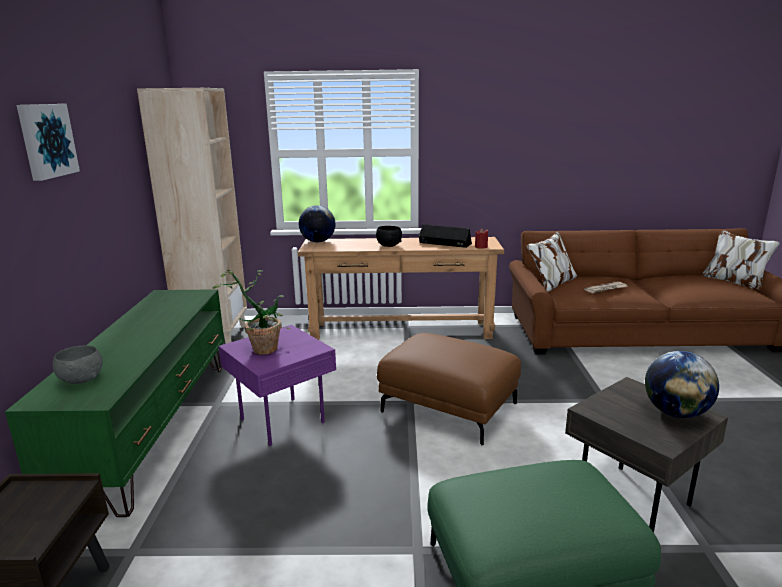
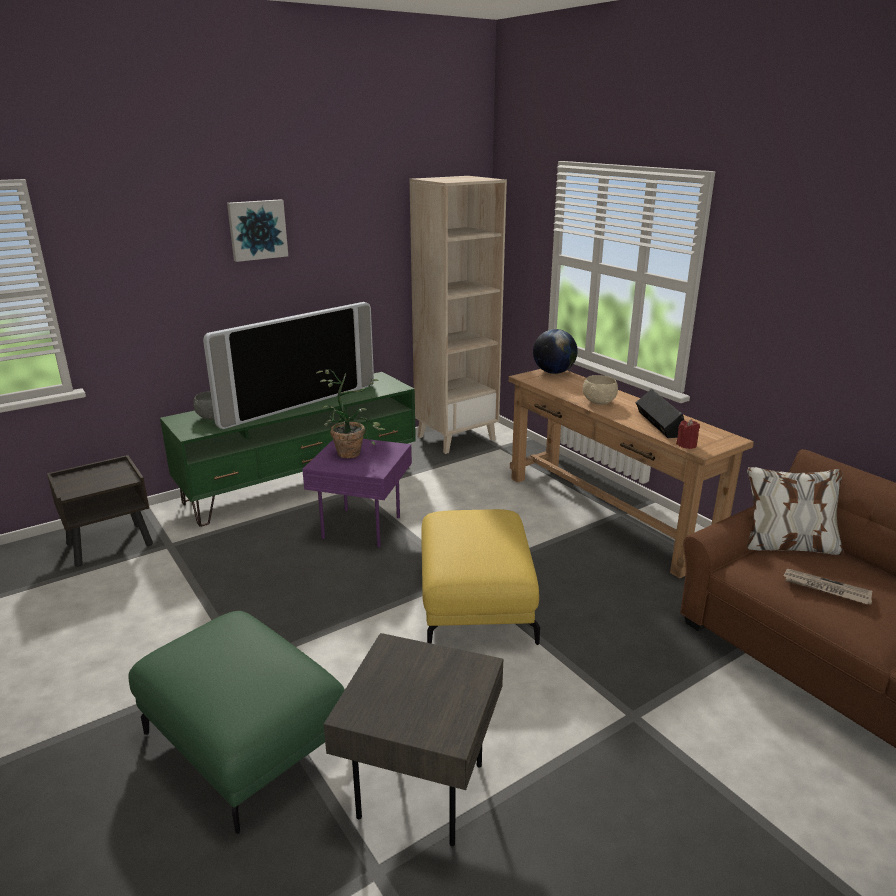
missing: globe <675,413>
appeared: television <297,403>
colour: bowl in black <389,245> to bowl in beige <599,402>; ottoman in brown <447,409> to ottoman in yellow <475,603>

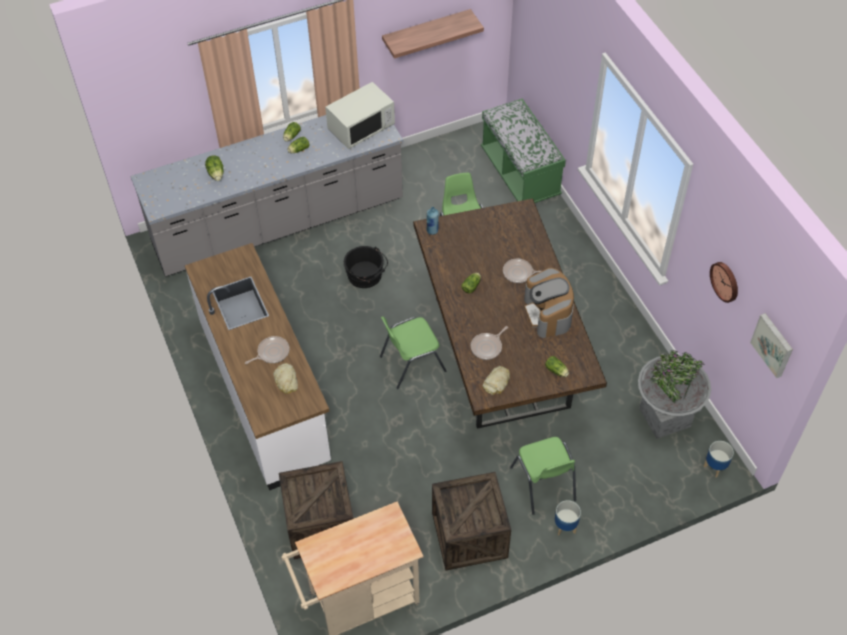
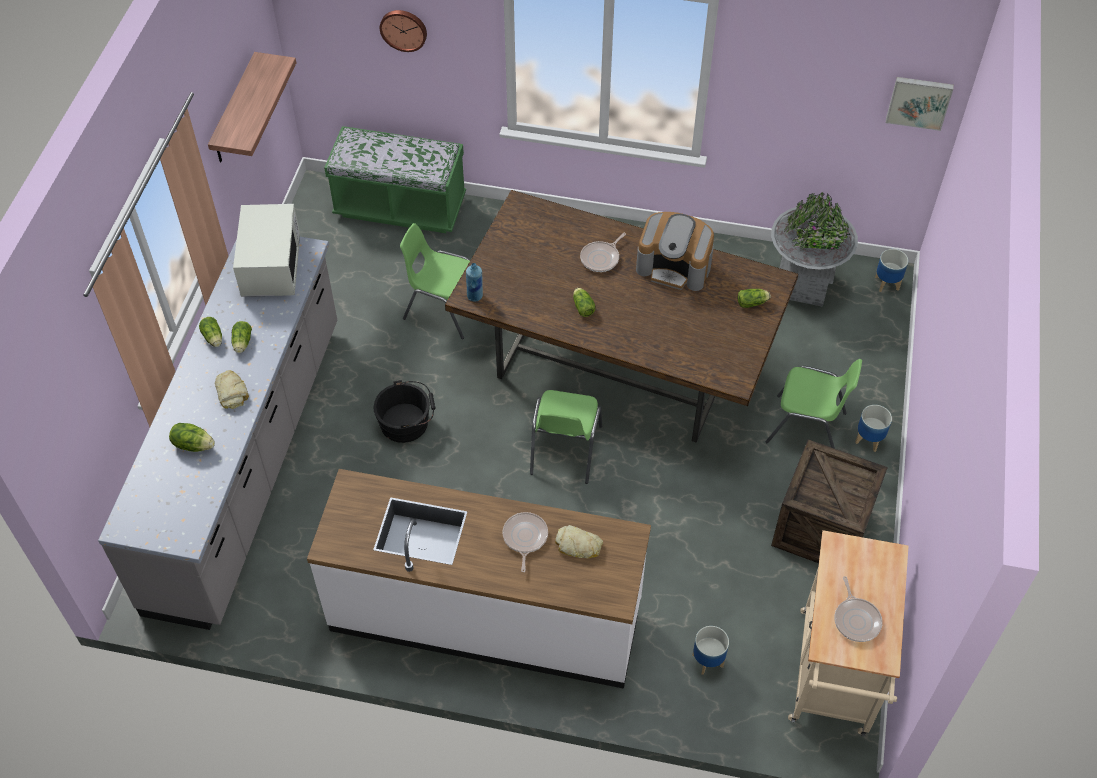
relocated: frying pan <487,347> to <856,619>; bread <497,382> to <232,392>; wall clock <725,281> to <404,29>
exchanged: crate <320,524> to planter <708,661>

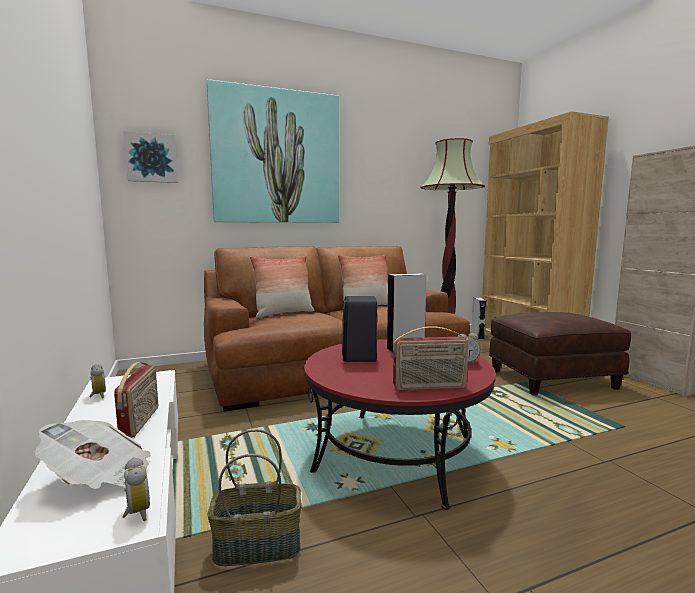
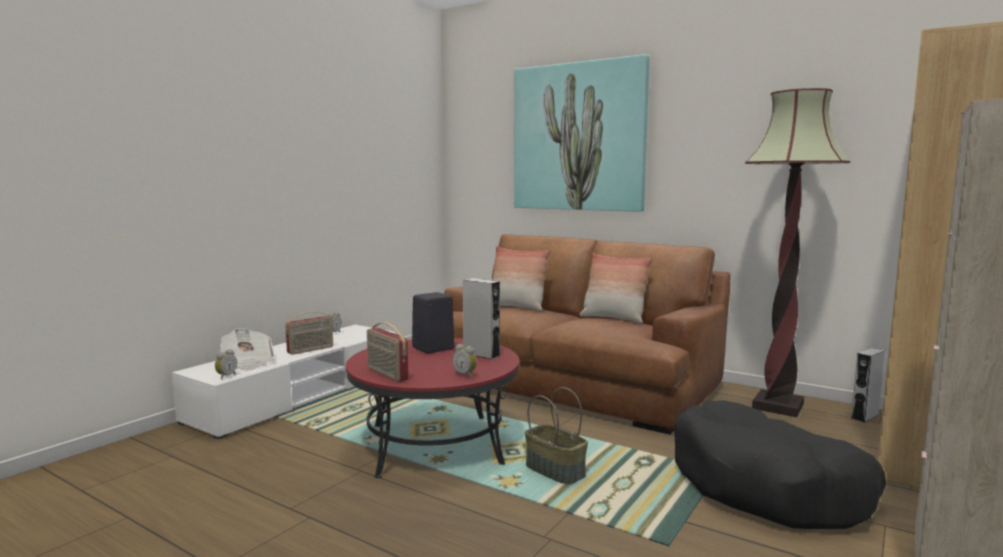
missing: picture <152,158>
relocated: basket <258,545> to <556,471>
exchanged: ottoman in brown <552,380> to dog bed in black <767,487>

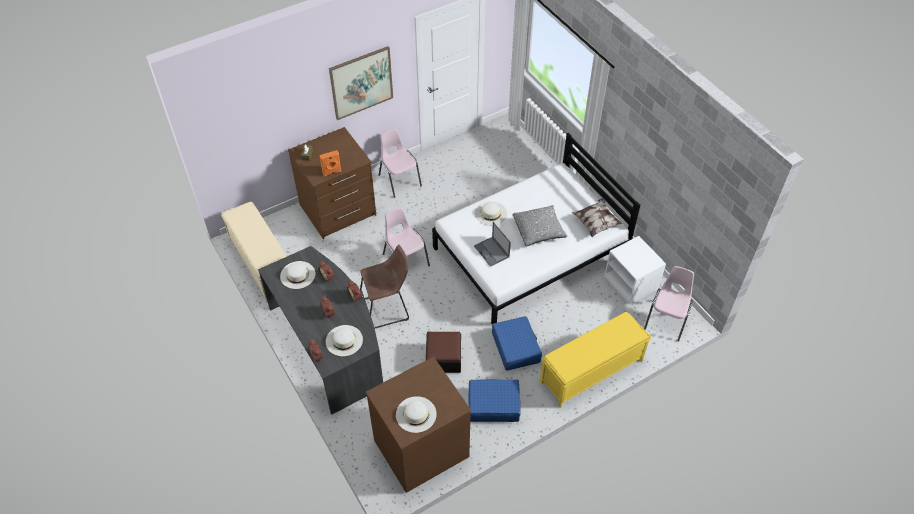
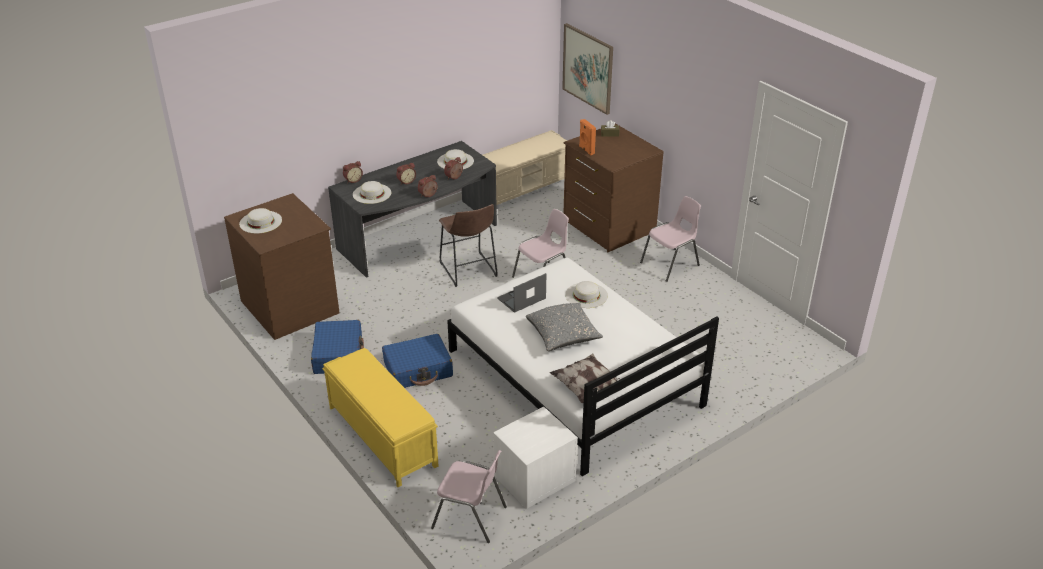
missing: ottoman <443,358>
relocated: picture <361,82> to <588,68>

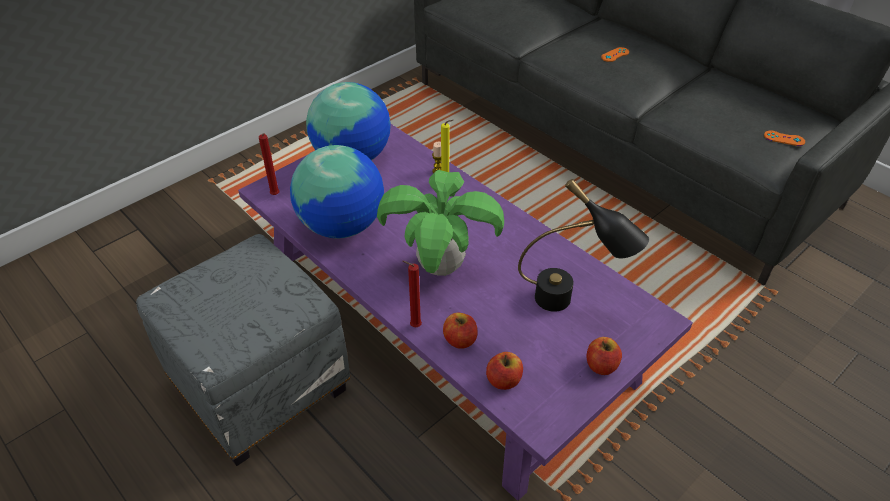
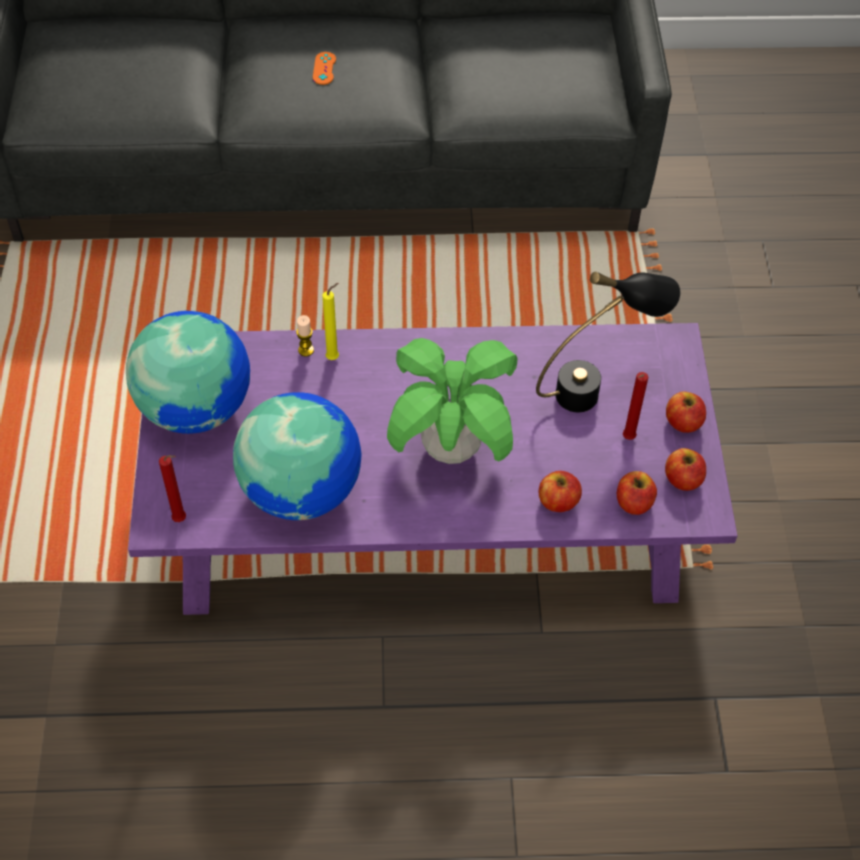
missing: ottoman in grey <262,386>; game controller in orange <784,138>
appeared: apple <683,479>
relocated: candle in red <413,326> to <627,439>

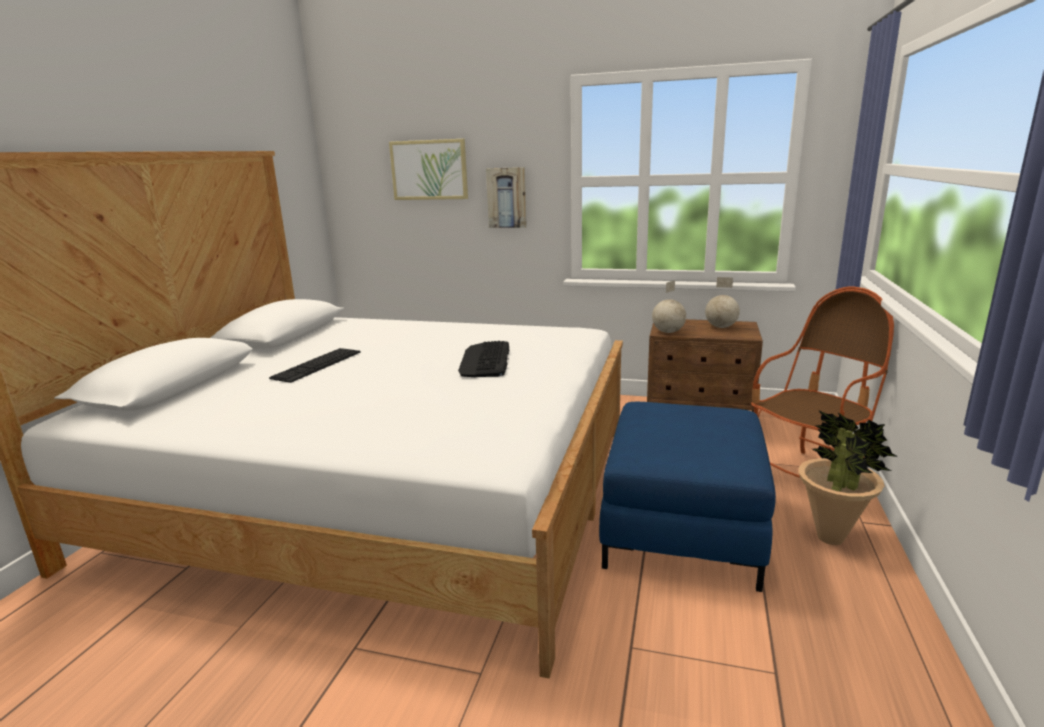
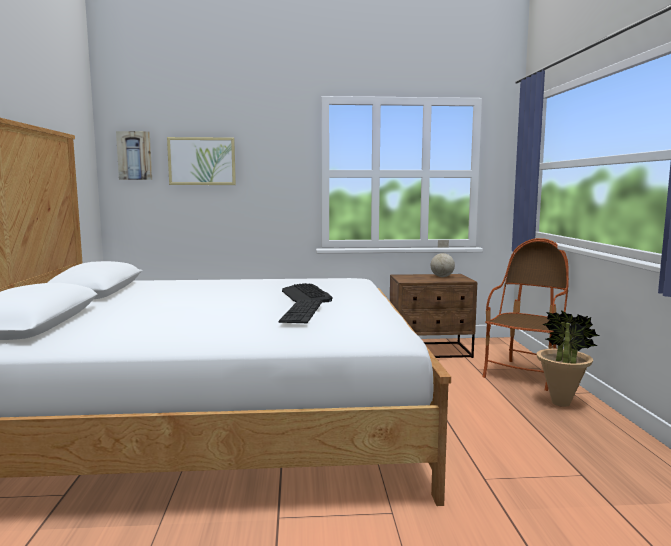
missing: ottoman in blue <681,527>; globe <667,332>
relocated: keyboard <317,365> to <302,311>; picture <507,197> to <135,155>

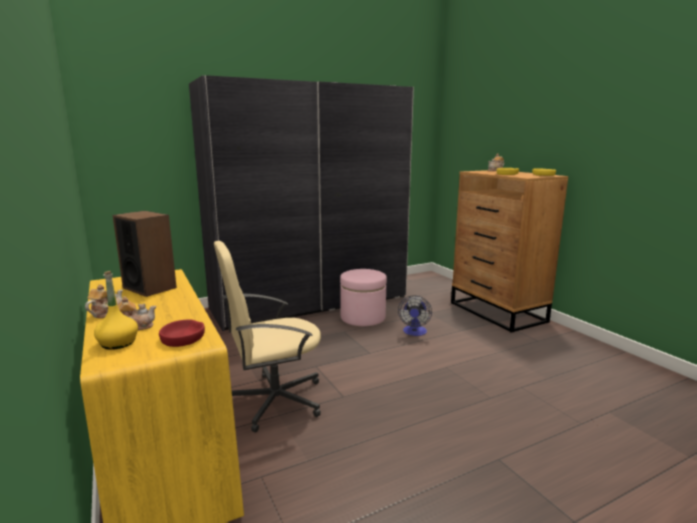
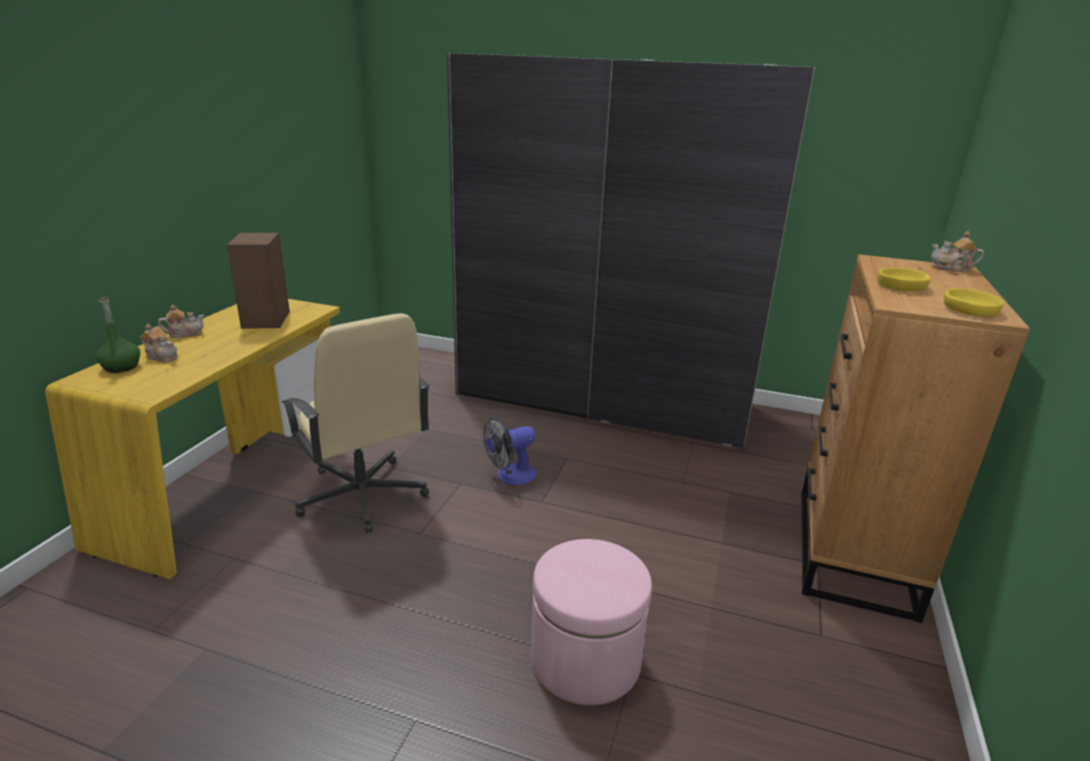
missing: bowl in red <183,338>
relocated: ottoman in pink <363,317> to <585,660>; fan <414,332> to <510,476>
colour: bottle in yellow <118,343> to bottle in green <121,367>
spun: office chair in beige <273,400> = <362,496> 150 degrees counterclockwise

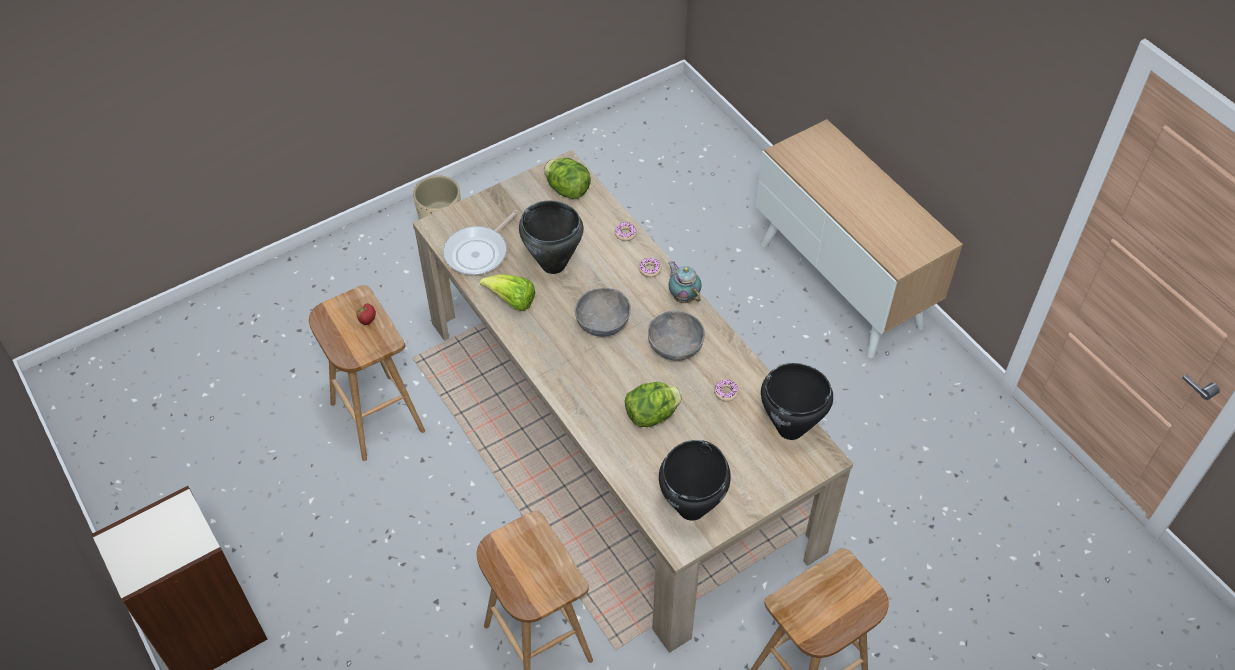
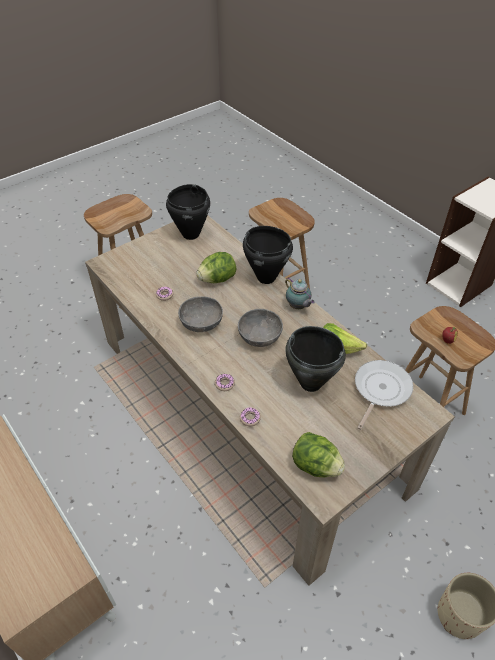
relocated: teapot <683,296> to <298,307>; cooking pot in black <790,429> to <266,277>

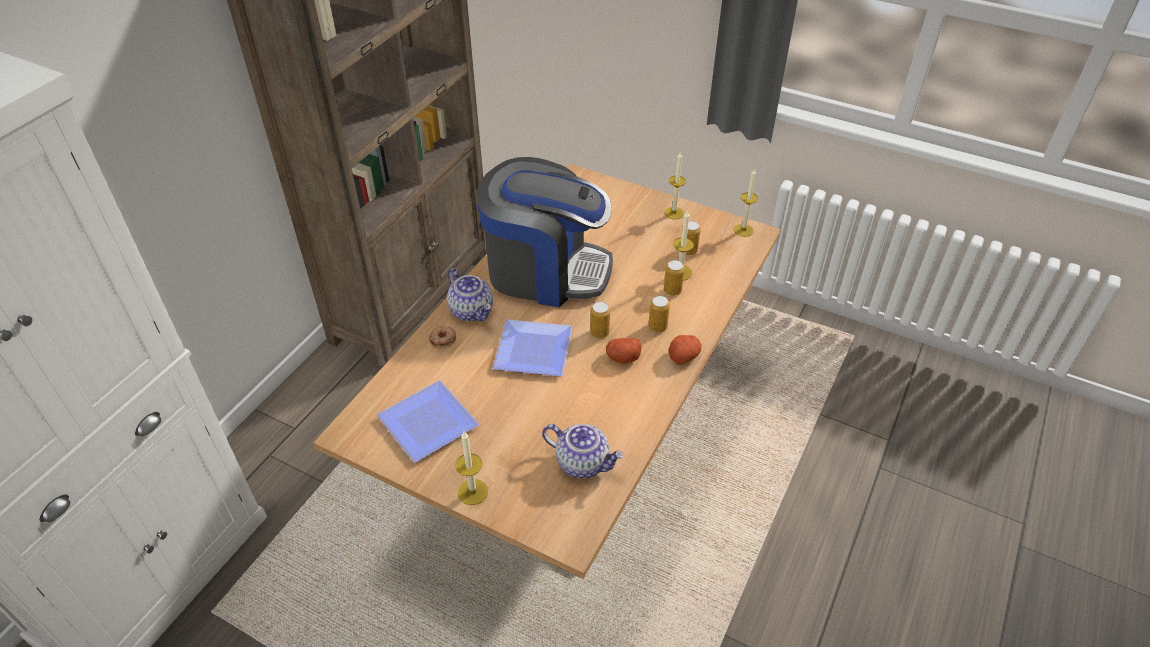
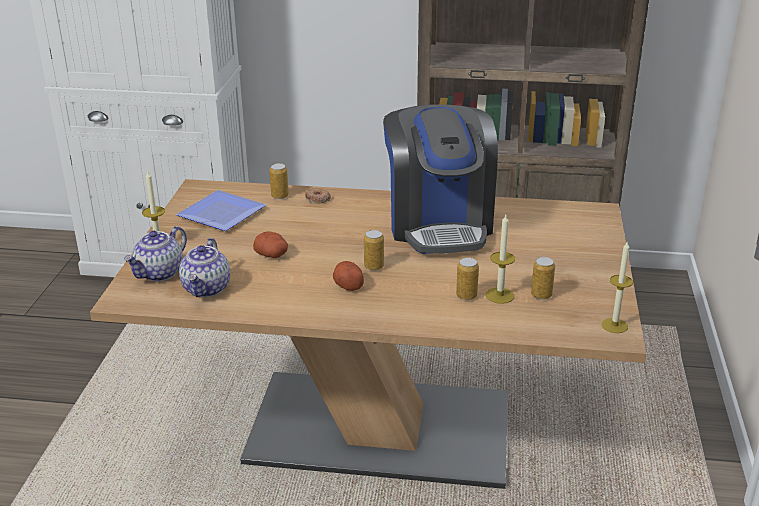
missing: plate <536,349>; candle <674,213>
relocated: teapot <472,311> to <160,273>; can <657,327> to <280,196>; potato <683,355> to <272,255>

